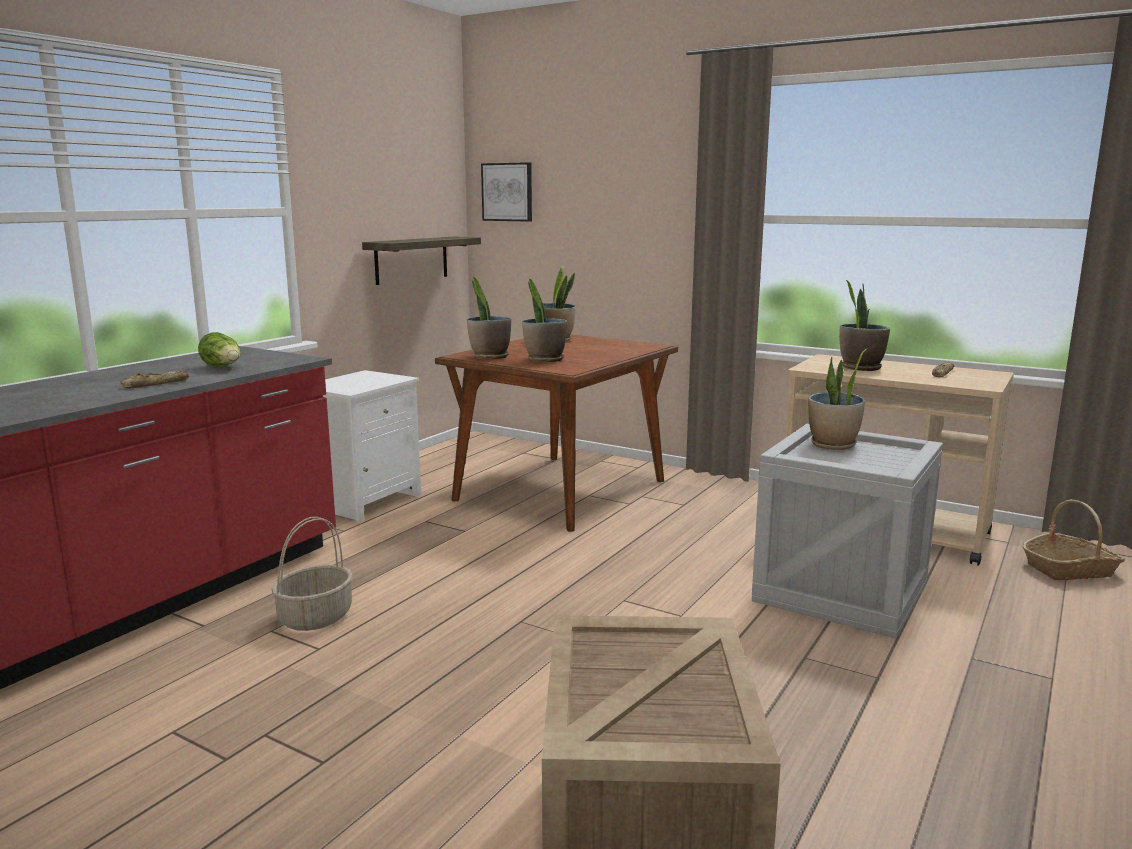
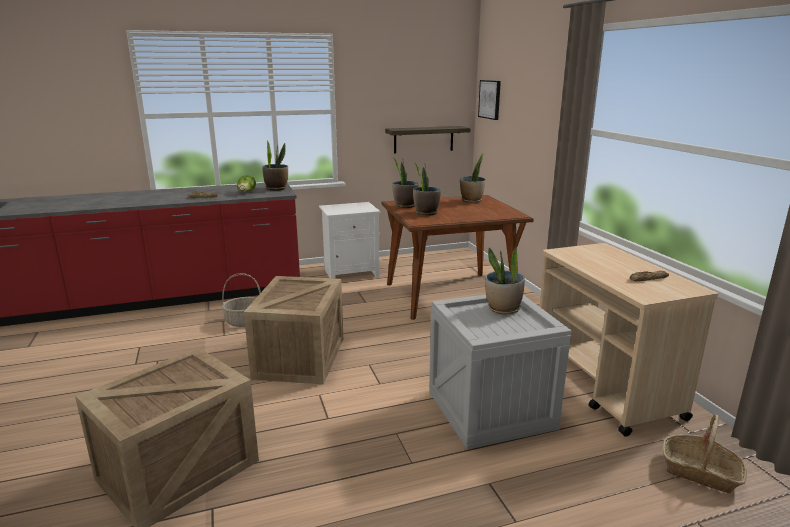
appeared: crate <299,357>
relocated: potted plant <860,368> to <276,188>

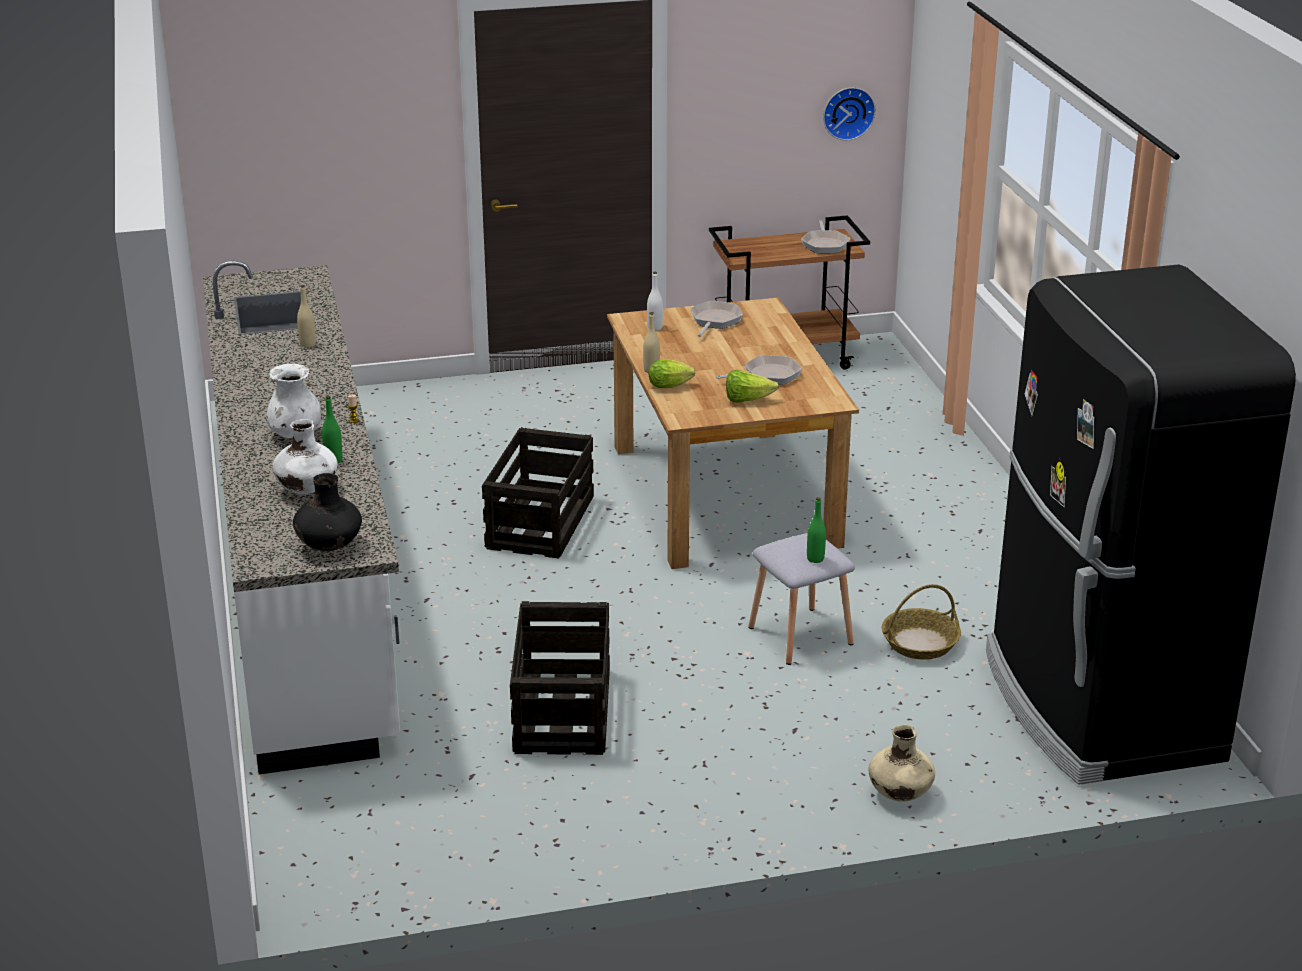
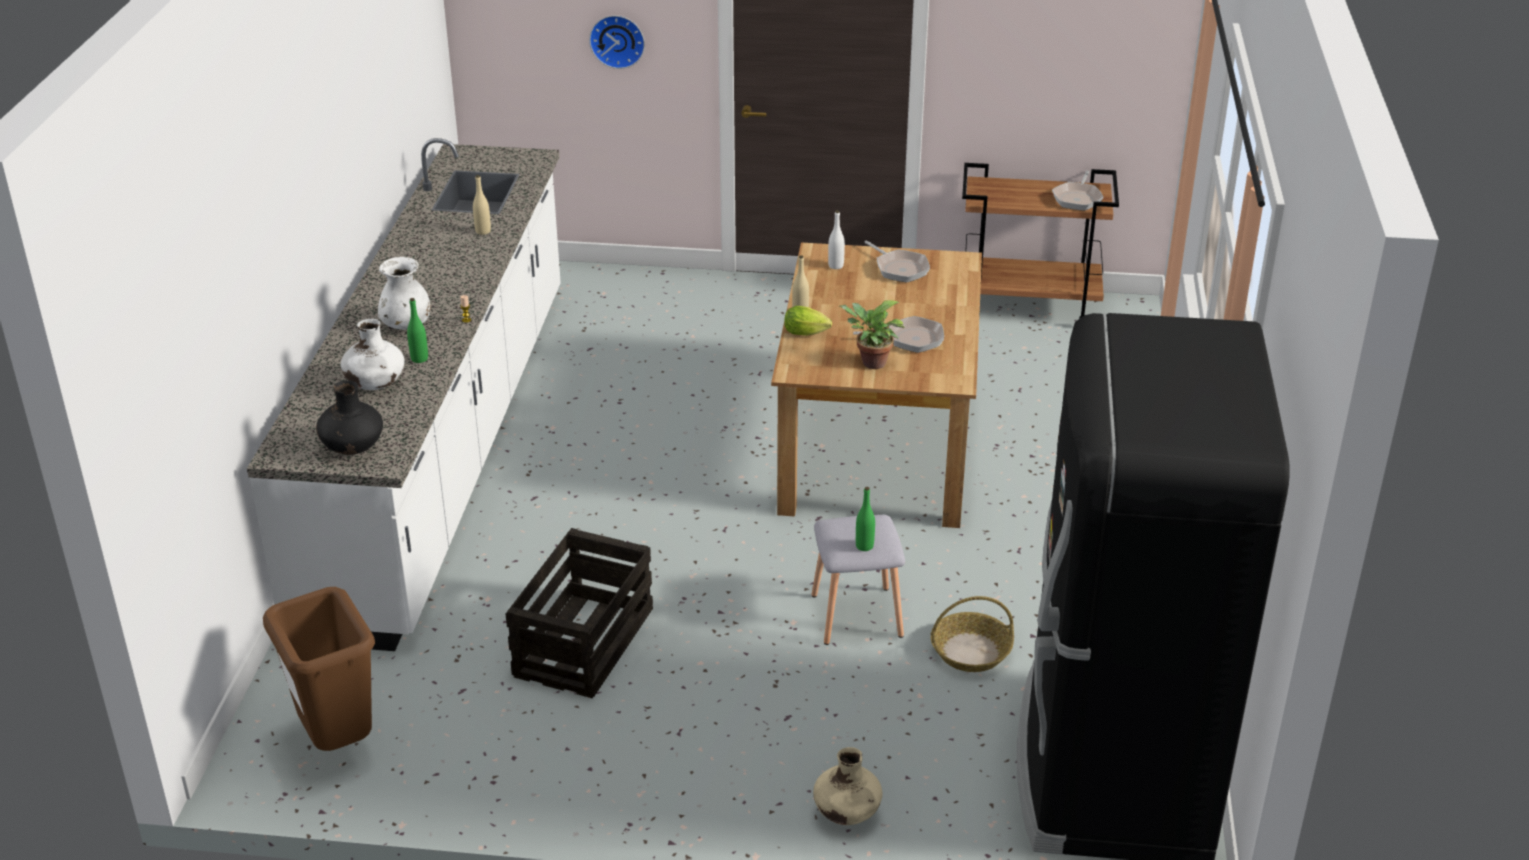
missing: crate <540,522>
appeared: trash can in brown <338,743>
relocated: wall clock <847,112> to <617,40>
exchanged: lettuce <747,400> to potted plant <870,363>
spun: frying pan <714,321> = <899,268> 105 degrees clockwise

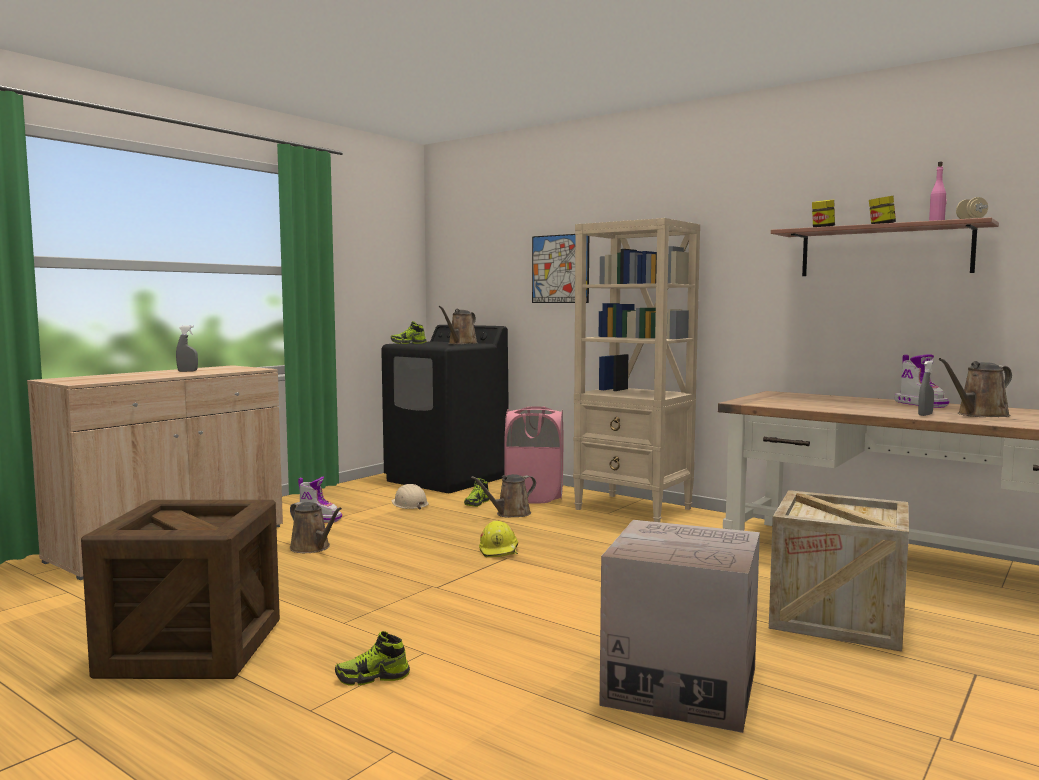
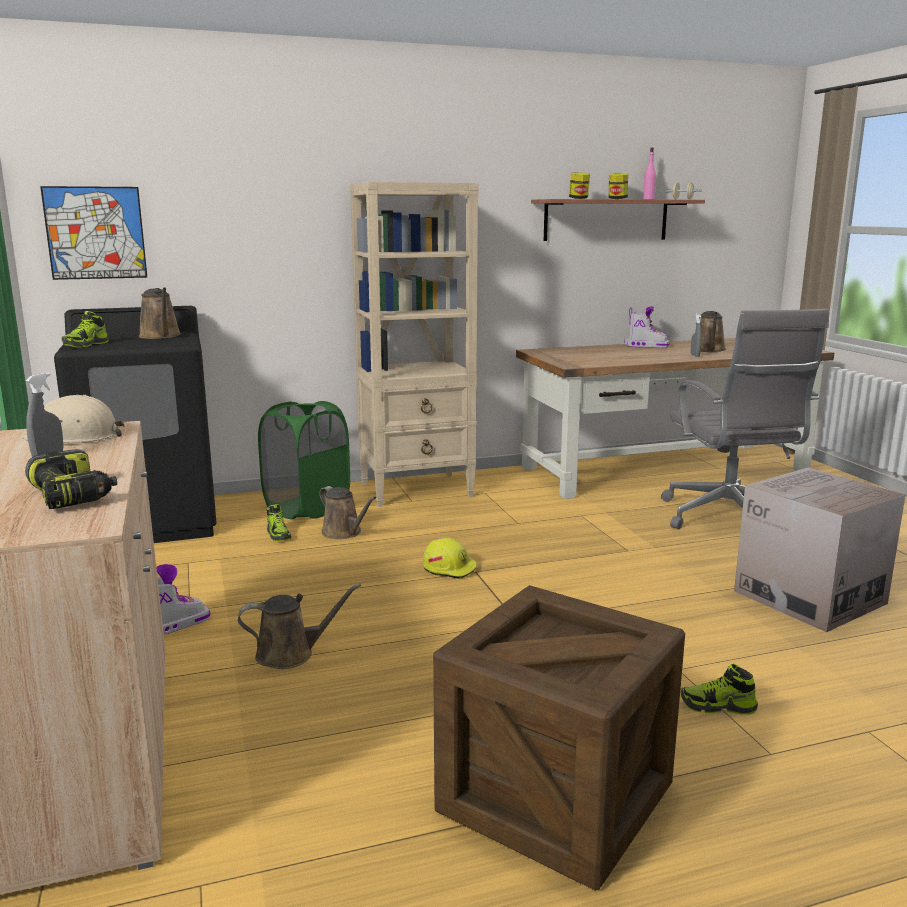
appeared: power drill <73,495>
relocated: hard hat in beige <409,504> to <74,436>; picture <560,269> to <95,233>
exchanged: crate <837,617> to office chair in grey <729,518>
colour: laundry basket in pink <534,497> to laundry basket in green <307,508>
spun: shoe <372,678> = <718,706> 75 degrees clockwise; watering can in brown <510,514> = <344,533> 45 degrees counterclockwise

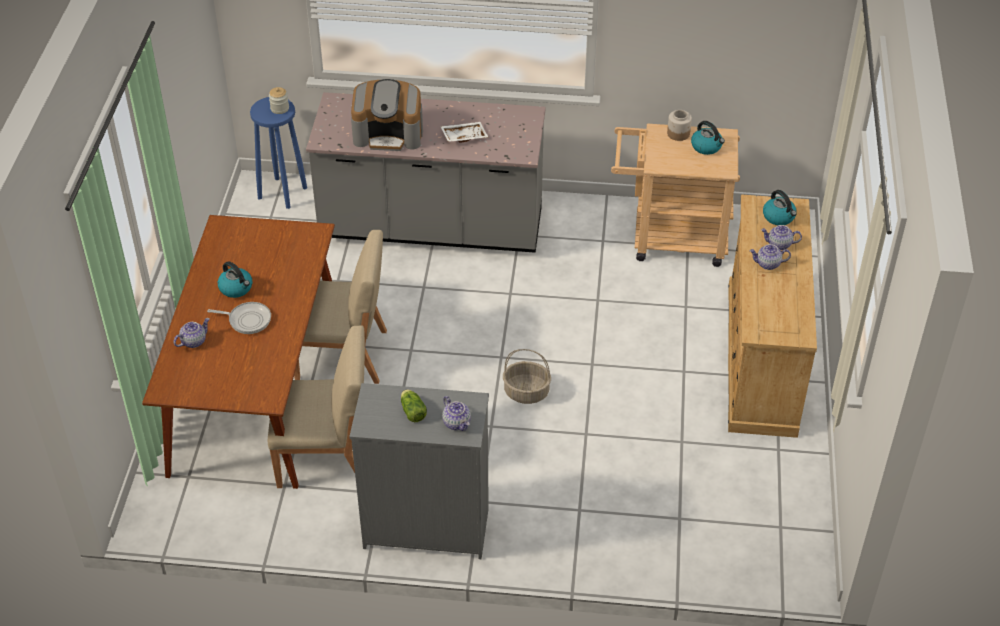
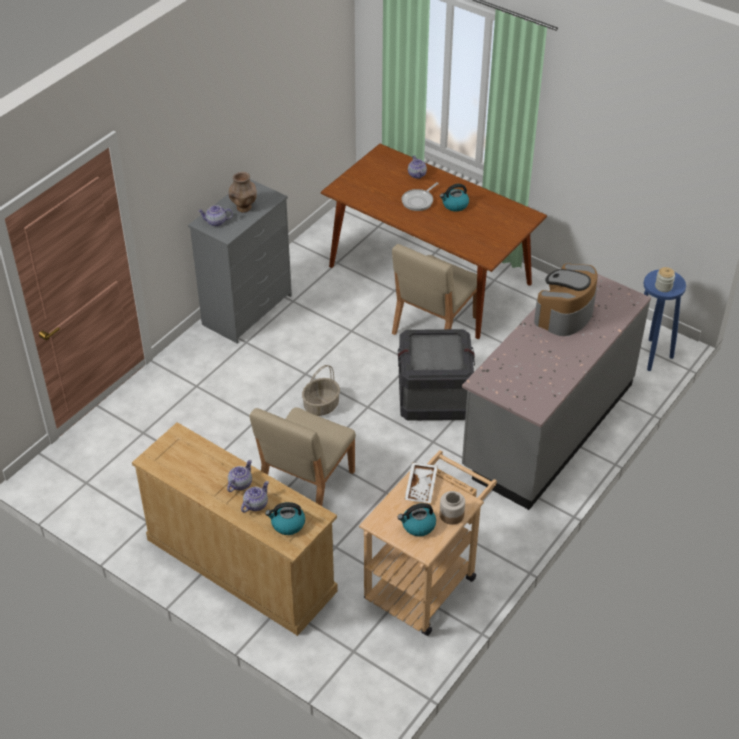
appeared: crate <434,398>
relocated: chair in beige <325,457> to <306,485>; tray in white <464,136> to <422,487>
exchanged: lettuce <412,411> to vase in brown <244,208>

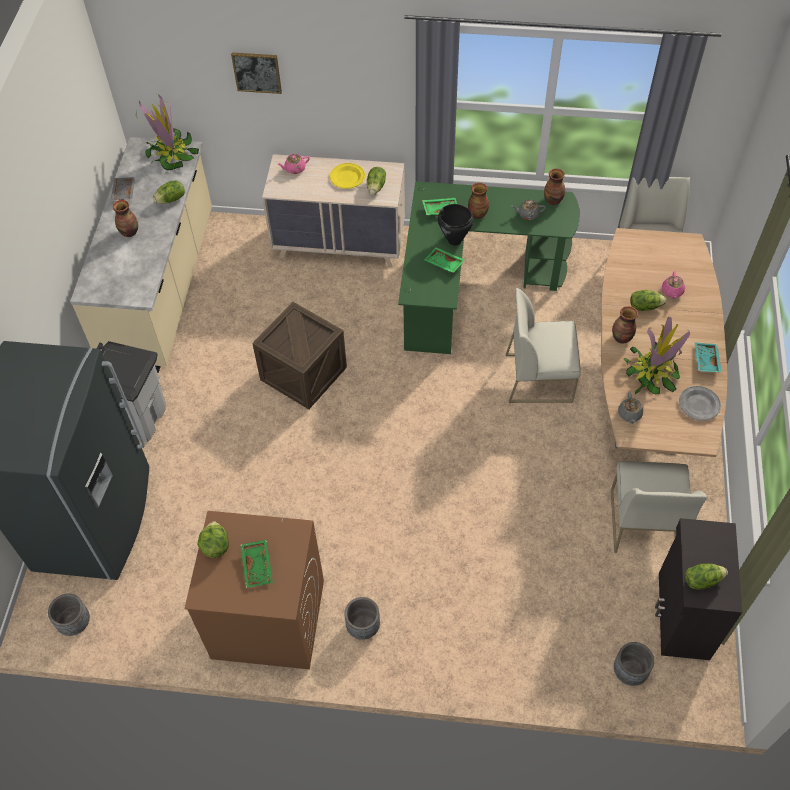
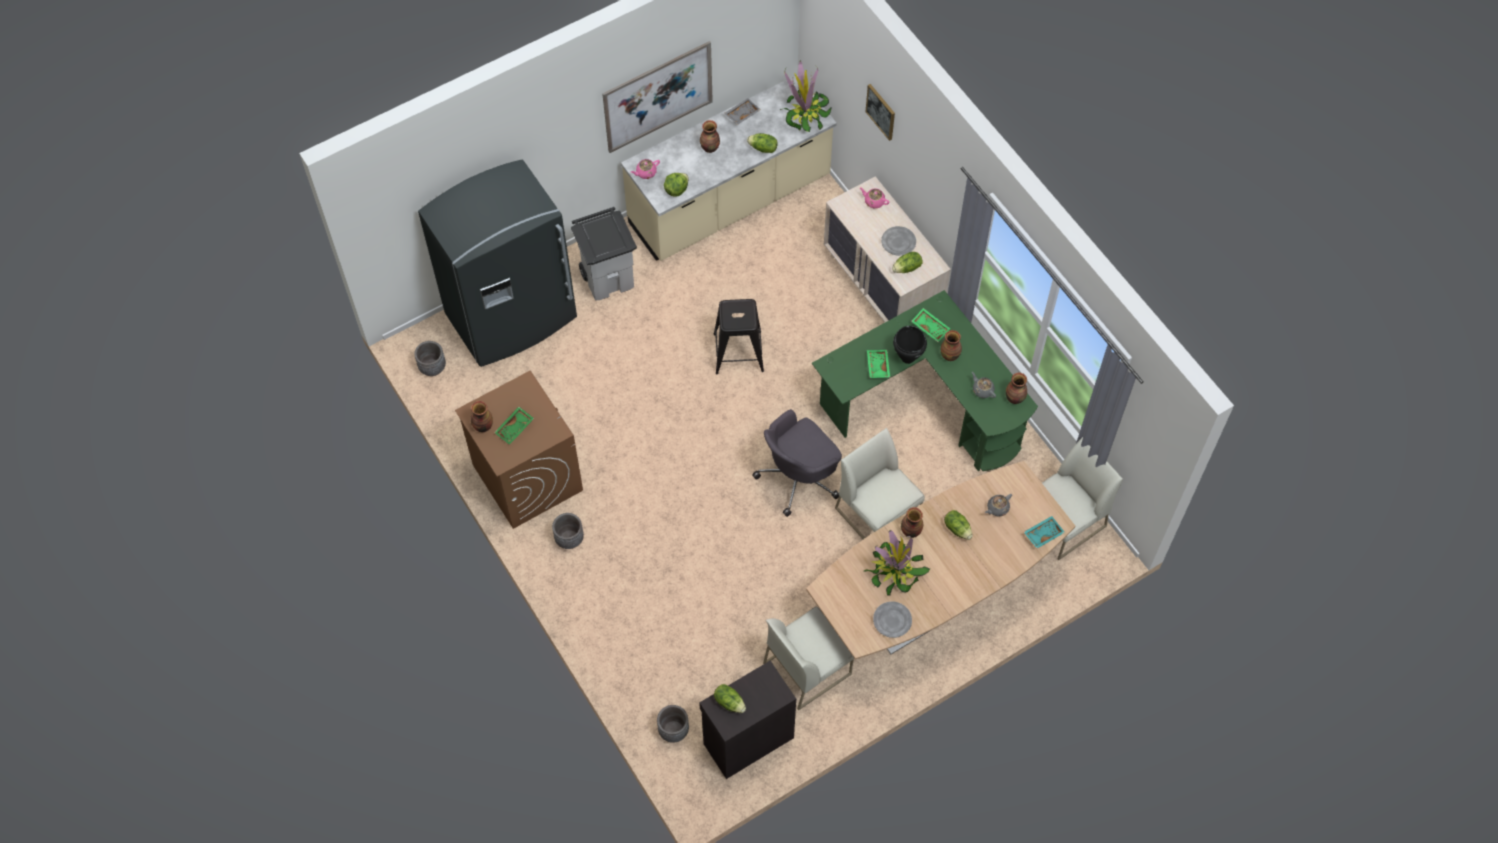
appeared: vase <482,426>; picture <658,97>; office chair in grey <799,477>
relocated: lettuce <215,546> to <676,190>; teapot in grey <629,414> to <997,508>; teapot in pink <672,291> to <645,173>; tray in turquoise <705,360> to <1043,534>
exchanged: crate <303,373> to stool in black <738,352>
colour: plate in yellow <347,177> to plate in grey <898,242>

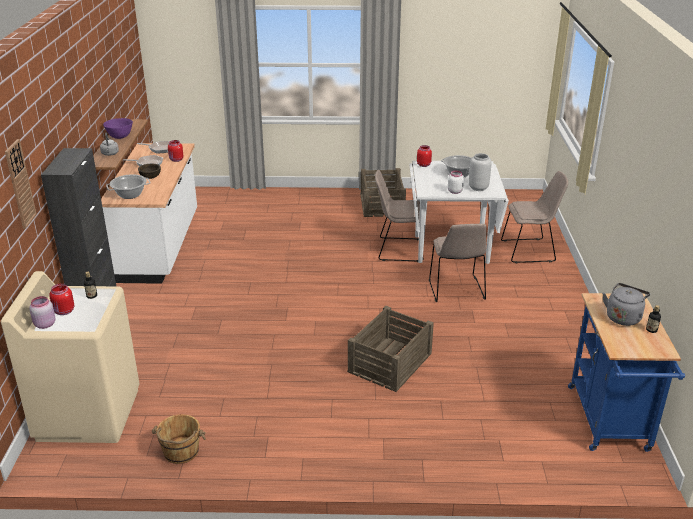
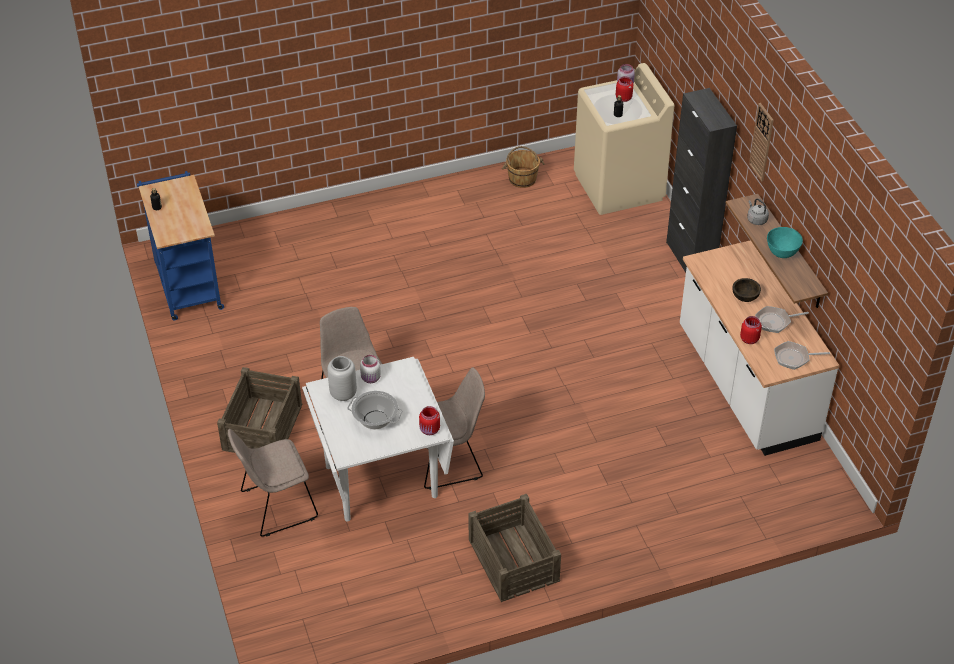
missing: cooking pot <130,194>; kettle in grey <623,317>
relocated: wall clock <20,184> to <762,142>; crate <390,362> to <261,427>
colour: bowl in purple <120,137> to bowl in turquoise <782,253>

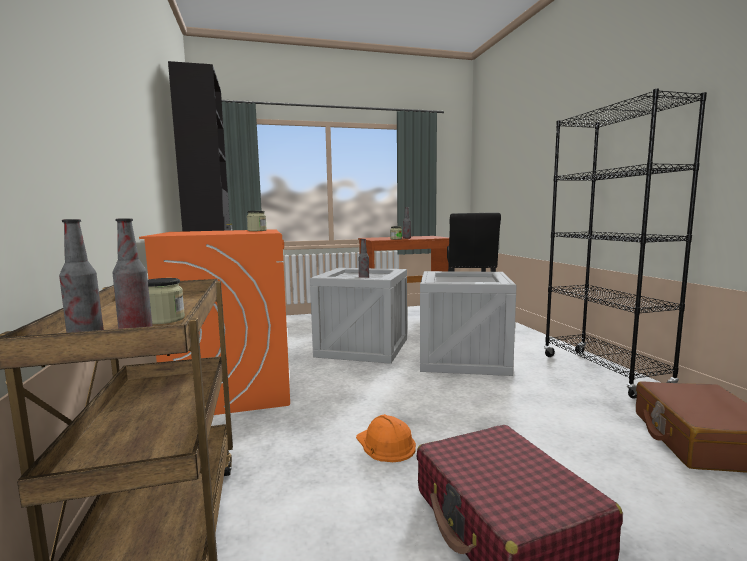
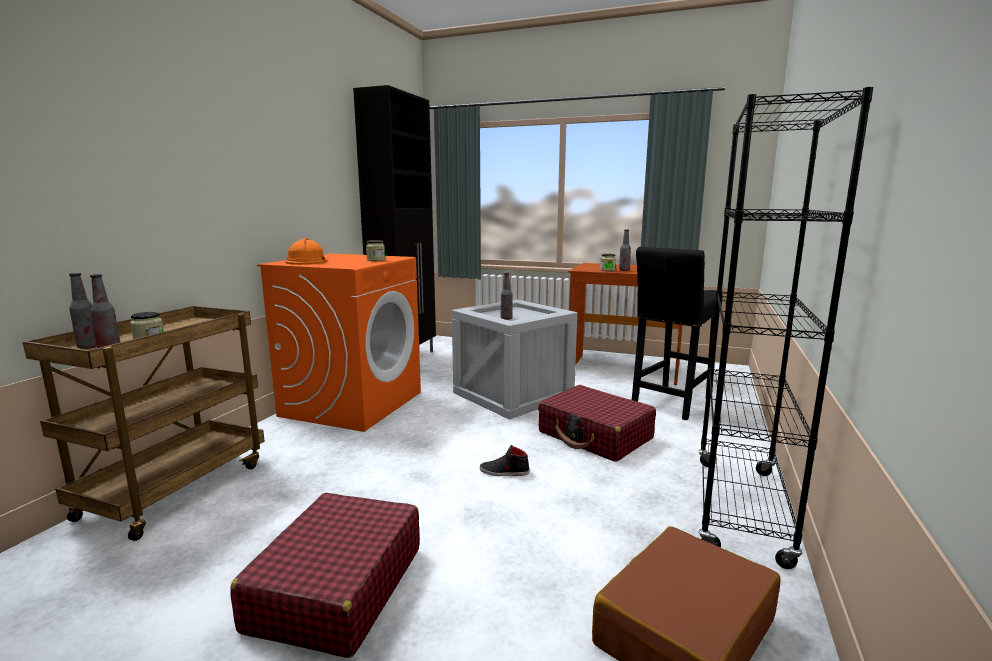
appeared: shoe in black <504,472>
relocated: hard hat in orange <385,444> to <307,261>
exchanged: crate <464,358> to suitcase in red <595,436>

